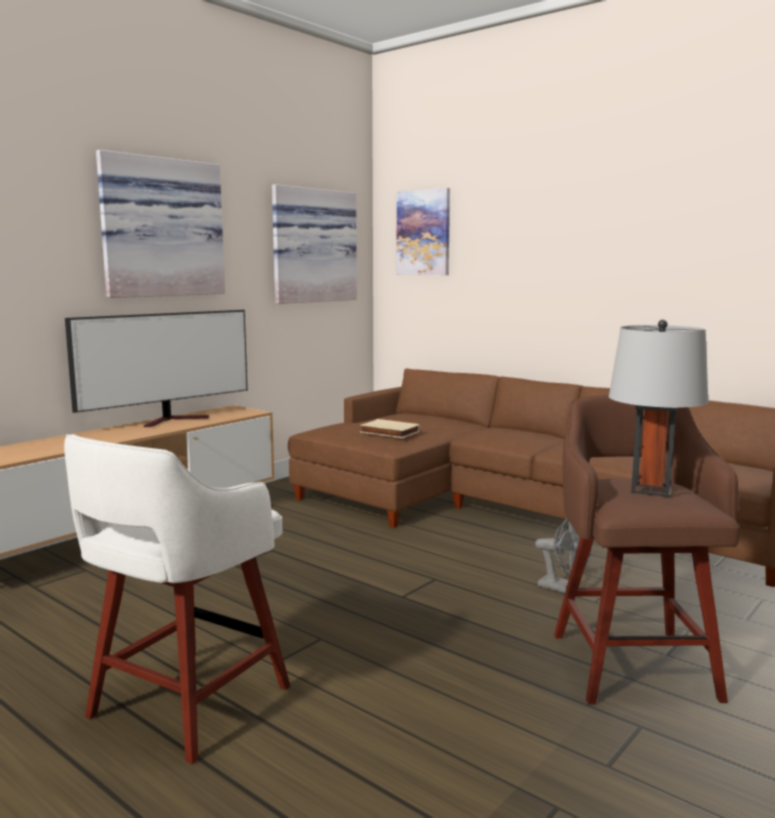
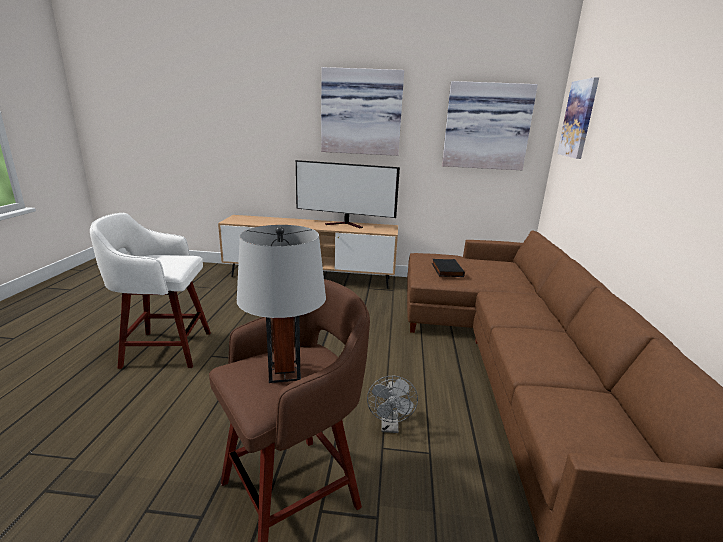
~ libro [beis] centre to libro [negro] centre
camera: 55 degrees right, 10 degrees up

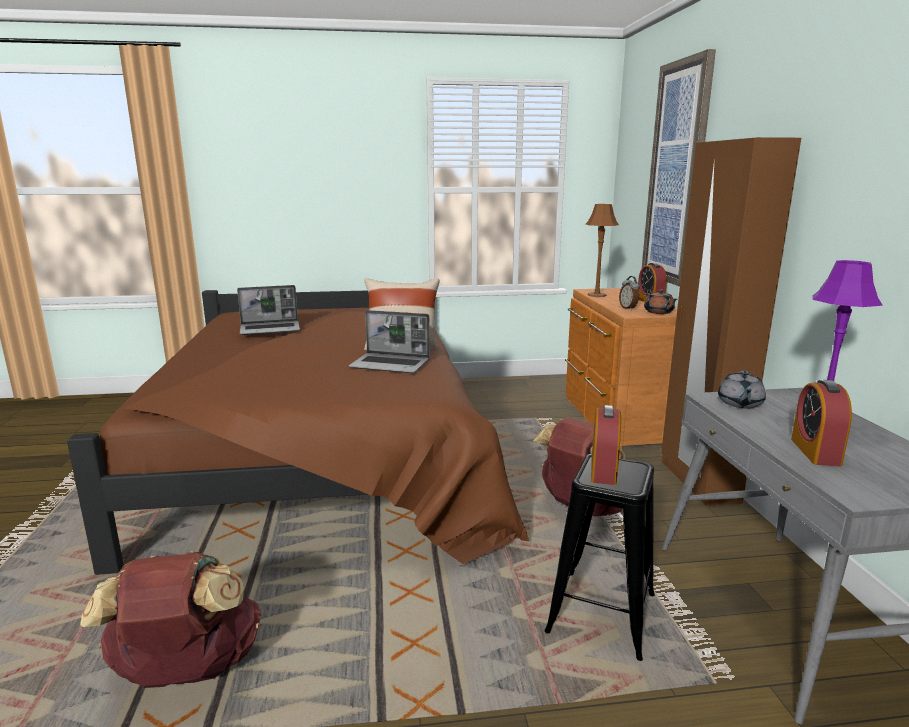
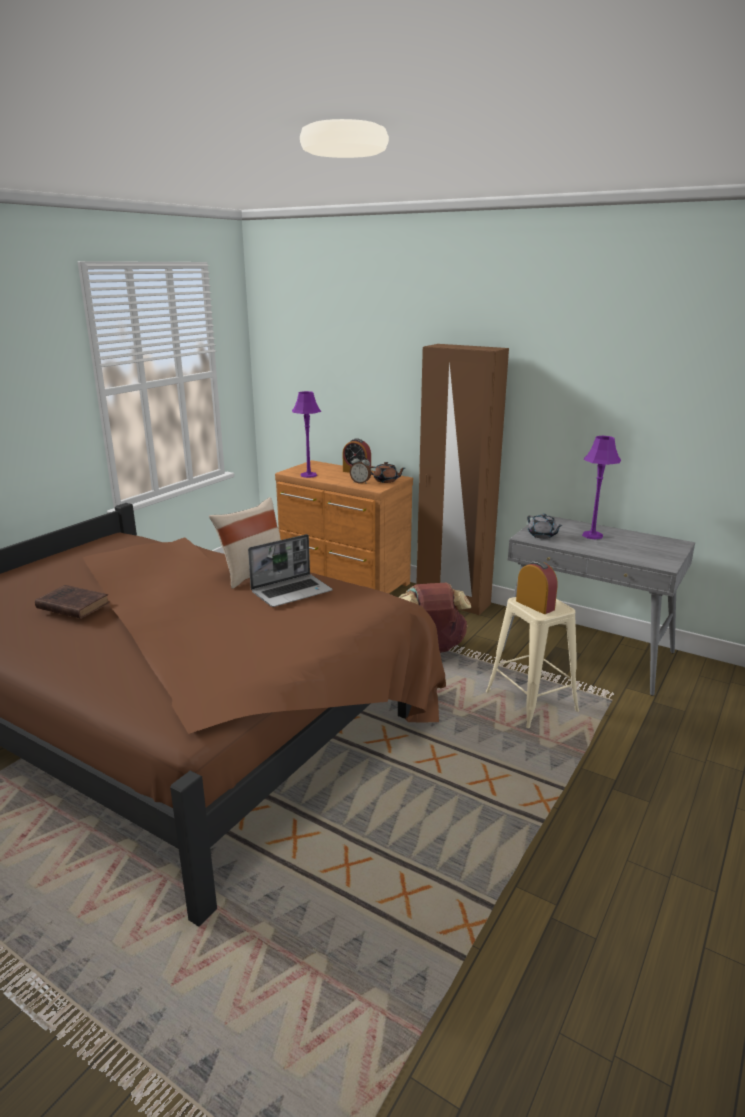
~ portátil (no. 1 from left) middle left to libro [marrón] middle left
~ lámpara de mesa [marrón] centre to lámpara de mesa [morado] (no. 1 from left) centre
~ taburete [negro] bottom centre to taburete [beis] middle right
- mochila [marrón] (no. 1 from left) bottom left
- cuadro top right
- despertador (no. 4 from left) middle right
camera: 50 degrees left, 5 degrees up

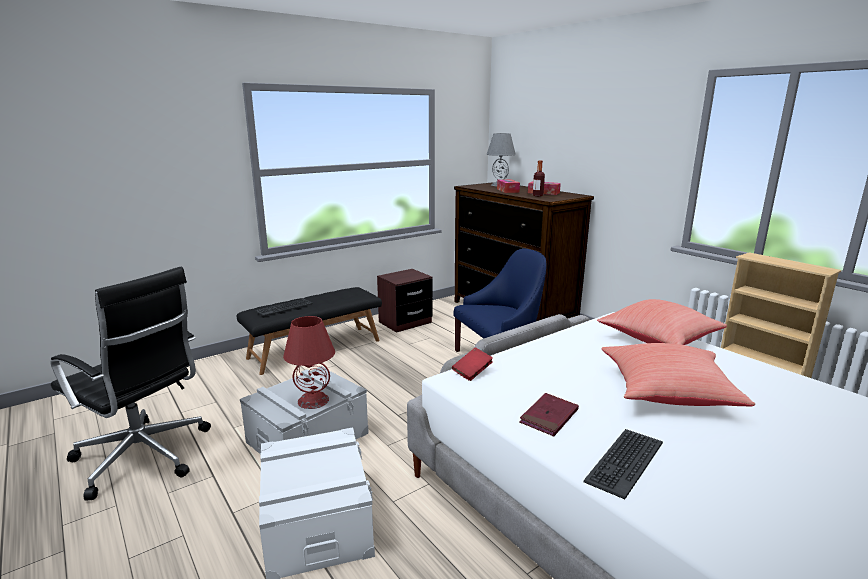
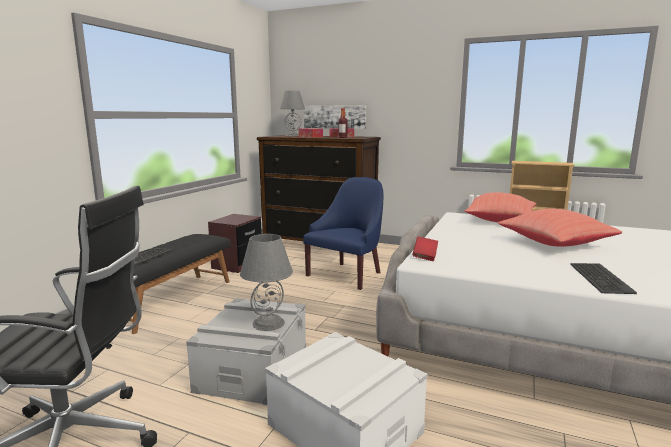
~ lámpara de mesa [rojo] centre to lámpara de mesa [gris] (no. 1 from left) centre
+ cuadro top centre
- libro [rojo] (no. 2 from left) bottom centre
camera: 30 degrees left, 5 degrees down

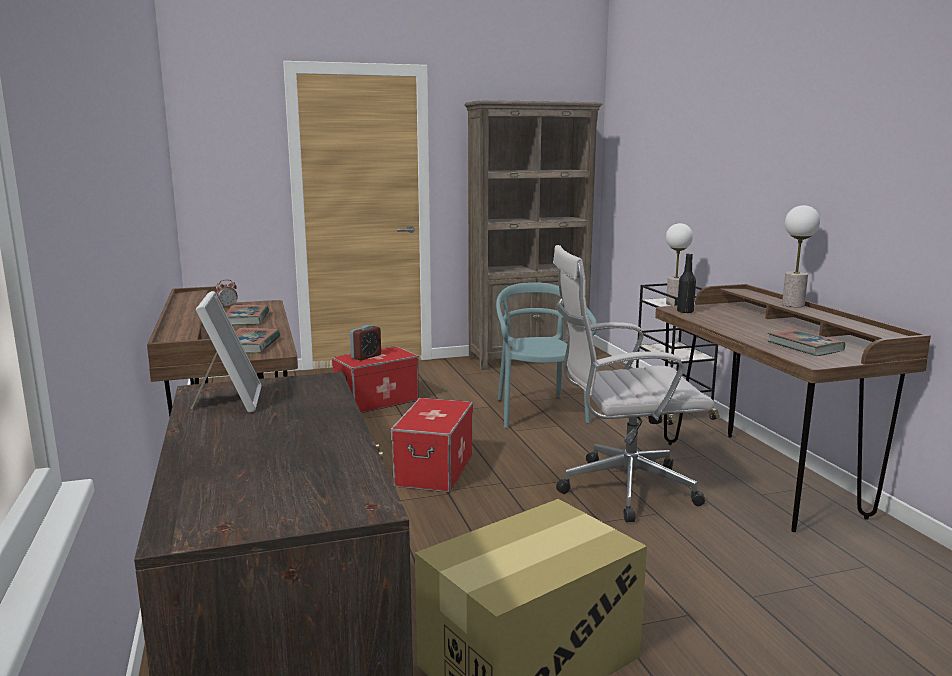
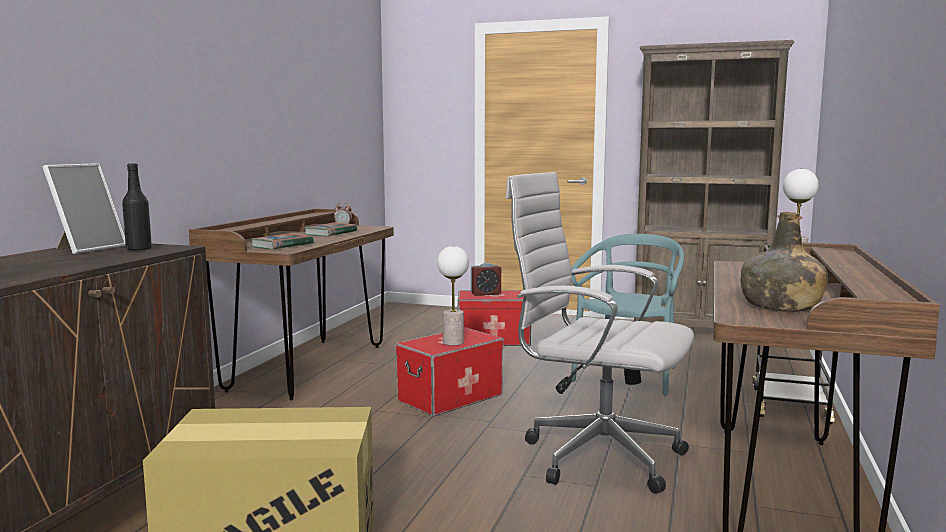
~ botella [negro] middle right to middle left
~ lámpara de mesa (no. 2 from left in the first image) middle right to lámpara de mesa (no. 1 from left) centre
~ libro (no. 3 from left) middle right to botella [verde] middle right
camera: 35 degrees right, 5 degrees down

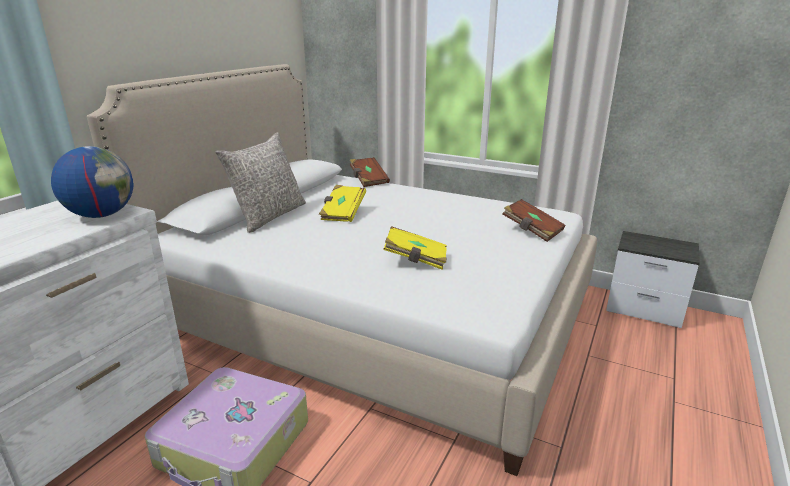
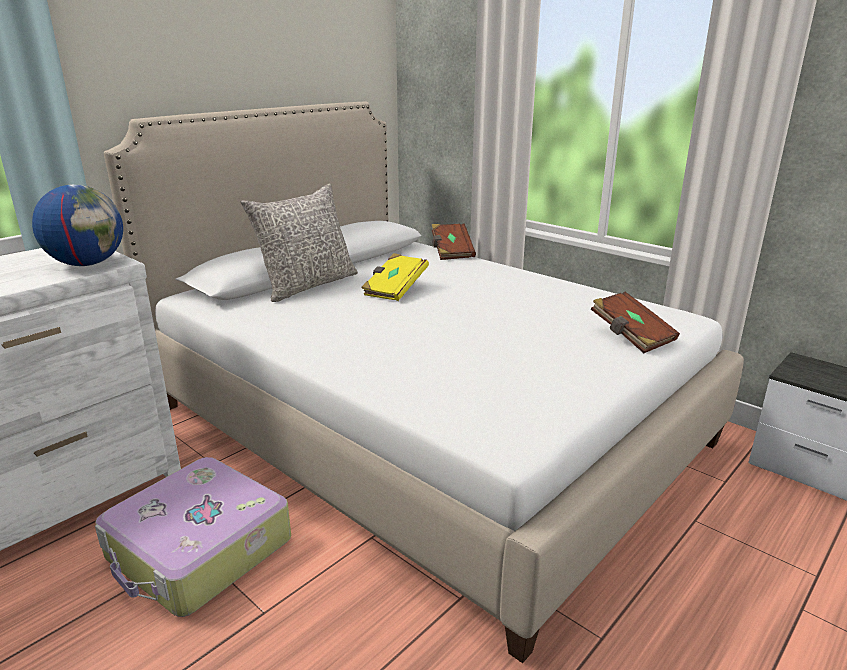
- libro [amarillo] (no. 2 from left) centre
camera: 15 degrees right, 0 degrees up

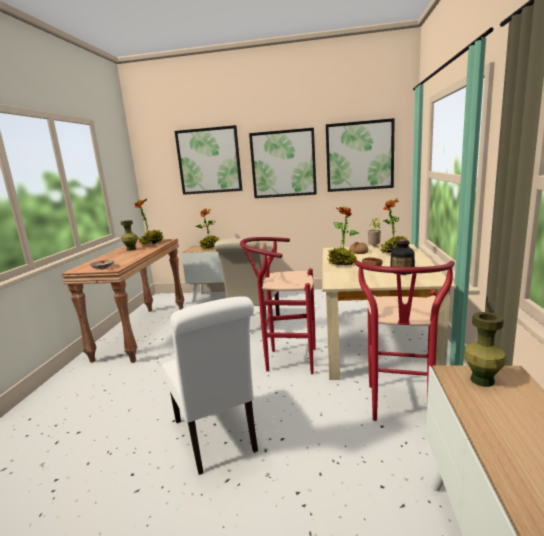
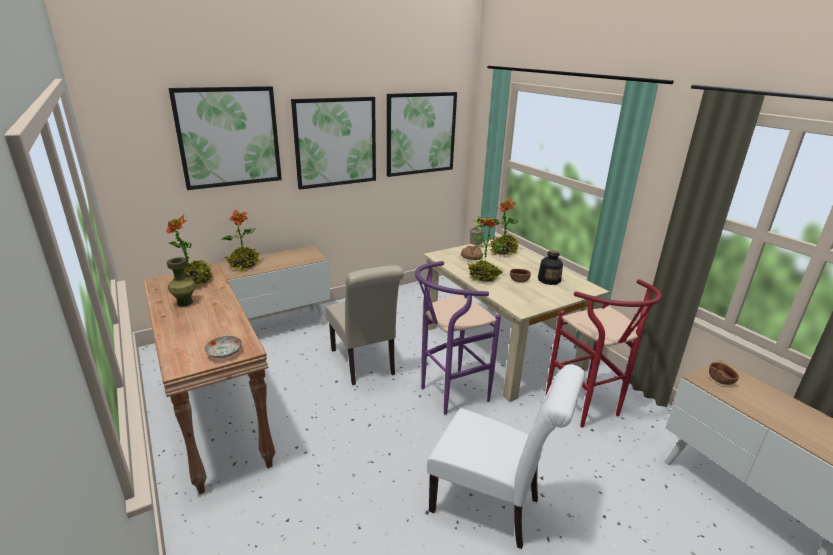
~ taburete [rojo] (no. 1 from left) centre to taburete [morado] centre
~ florero [verde] (no. 2 from left) middle right to cuenco [marrón] (no. 2 from left) bottom right
camera: 40 degrees left, 10 degrees up

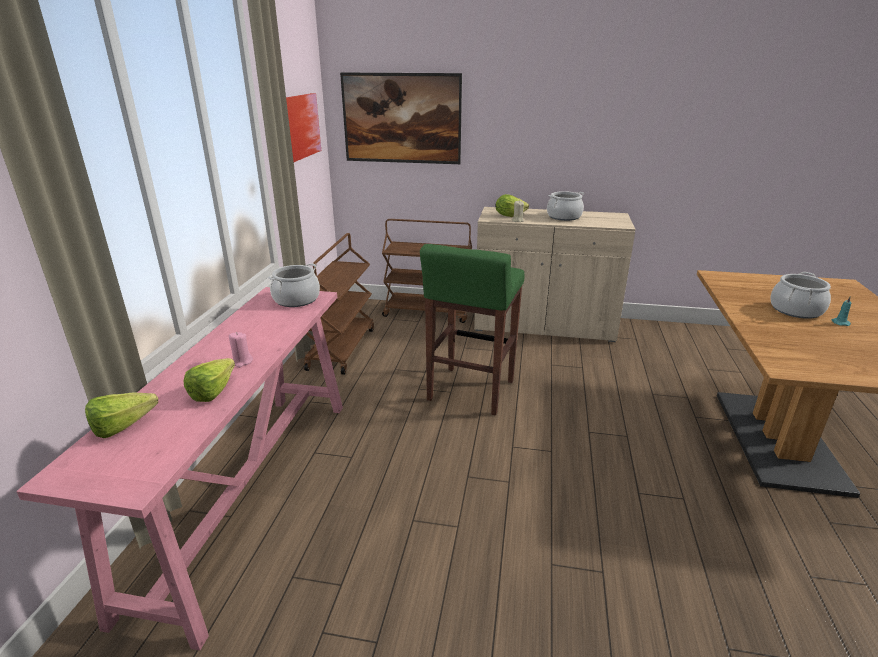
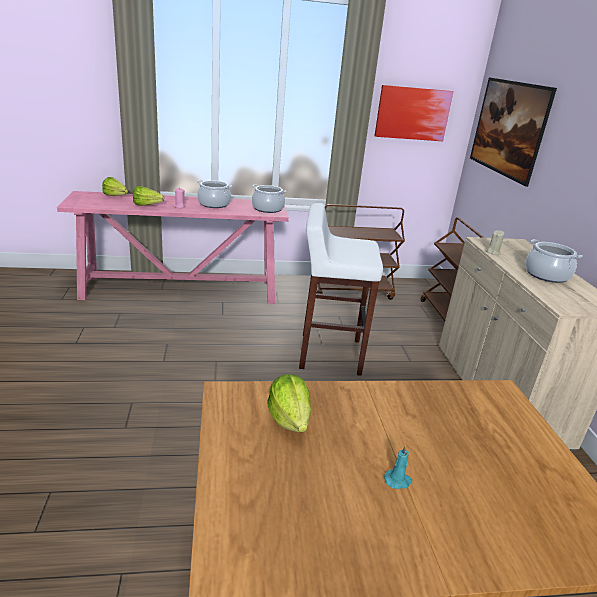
~ olla (no. 3 from left in the first image) middle right to olla (no. 1 from left) top centre
~ lechuga (no. 3 from left) top centre to bottom centre
~ taburete [verde] centre to taburete [blanco] centre
camera: 70 degrees right, 0 degrees up

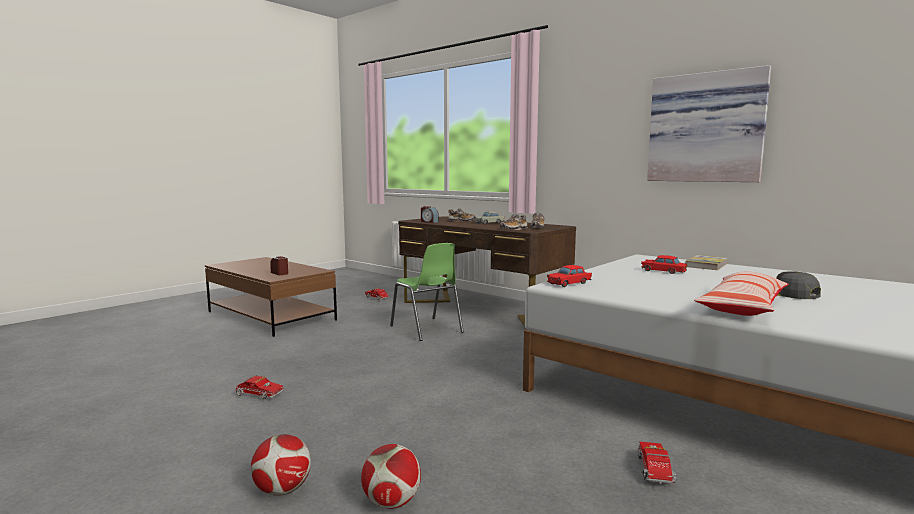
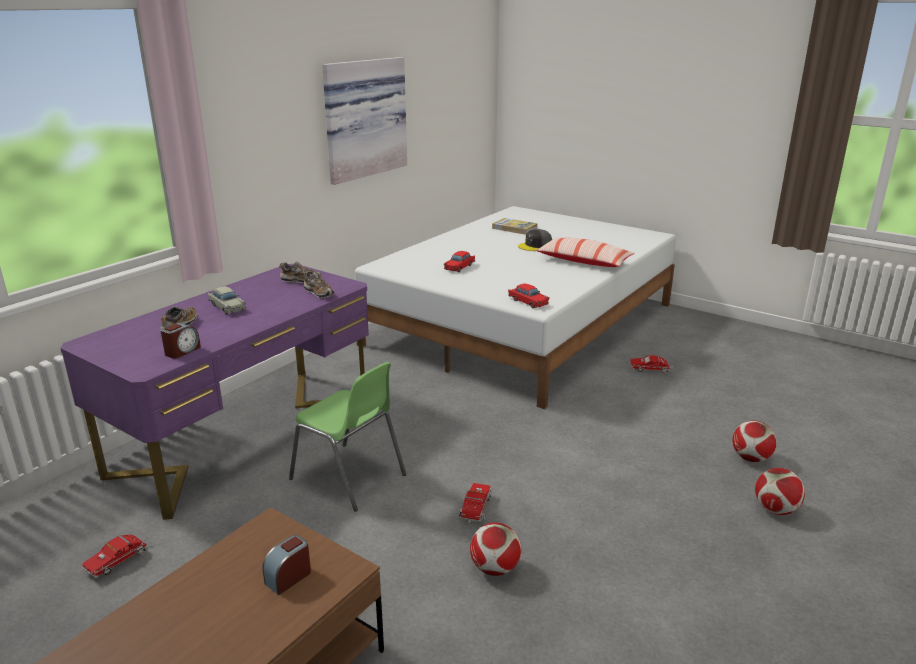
~ escritorio [marrón] centre to escritorio [morado] middle left
~ silla [verde] centre = centre 75 degrees clockwise
~ camión de juguete (no. 1 from left in the first image) bottom left to camión de juguete (no. 2 from left) bottom centre
+ balón de fútbol (no. 1 from left) bottom centre
~ libro middle right to centre
camera: 95 degrees left, 15 degrees up

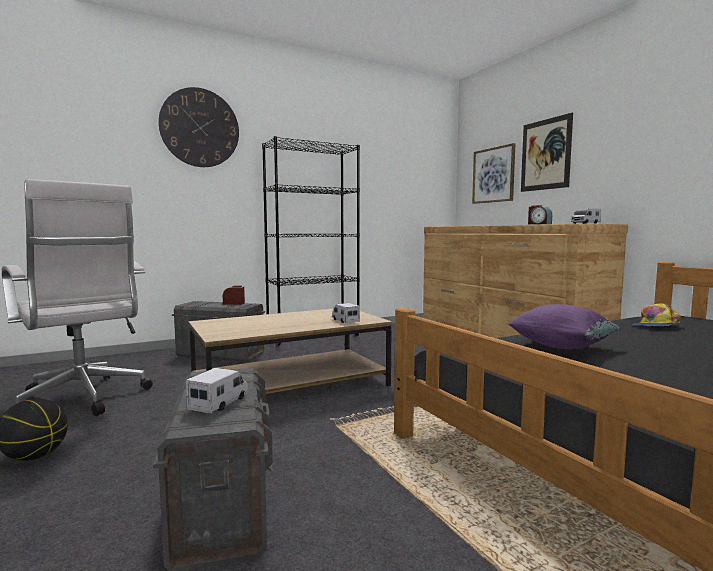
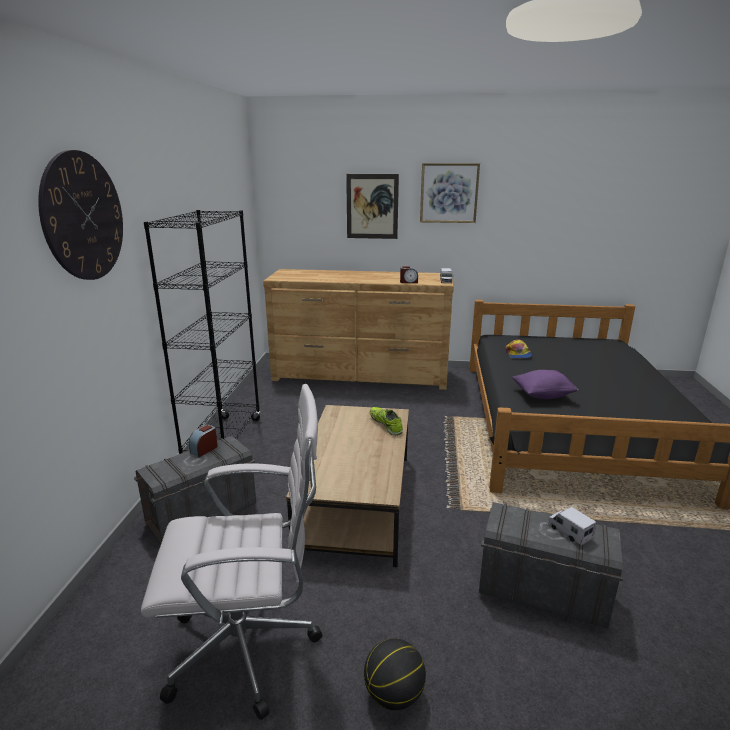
~ camión de juguete (no. 2 from left) centre to zapato centre
~ cuadro (no. 1 from left in the first image) top right to cuadro (no. 2 from left) top centre
camera: 55 degrees left, 15 degrees up

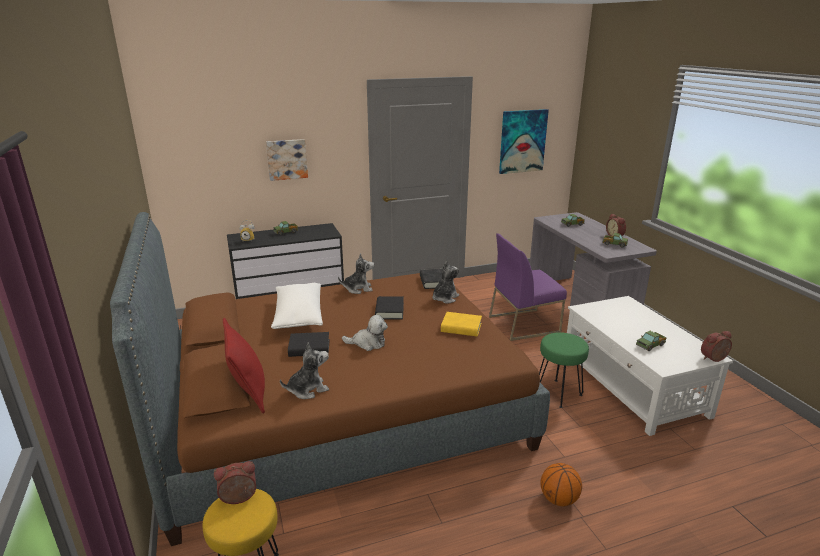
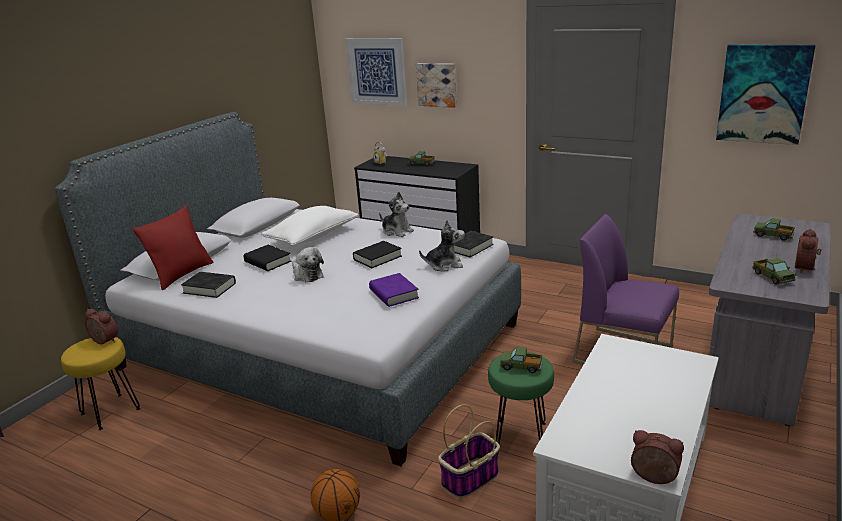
~ cama [marrón] bottom centre to cama [gris] centre
~ peluche (no. 1 from left) centre to libro [negro] (no. 1 from left) middle left
+ cuadro (no. 1 from left) top centre
~ libro [amarillo] centre to libro [morado] centre
+ cesta bottom centre
~ camión de juguete (no. 4 from left in the first image) middle right to camión de juguete (no. 2 from left) bottom centre
camera: 50 degrees right, 0 degrees up

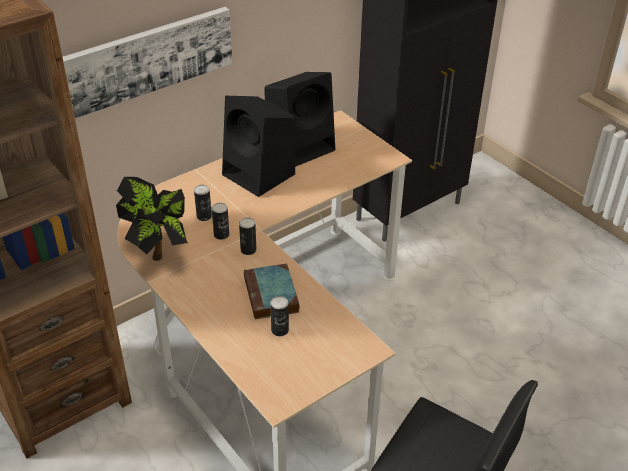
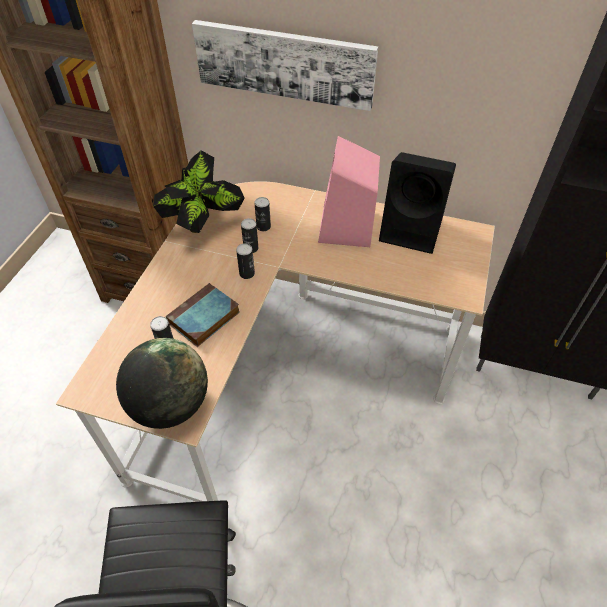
+ globo terráqueo middle left
~ altavoz [negro] (no. 1 from left) top centre to altavoz [rosa] top centre
camera: 55 degrees right, 10 degrees up

